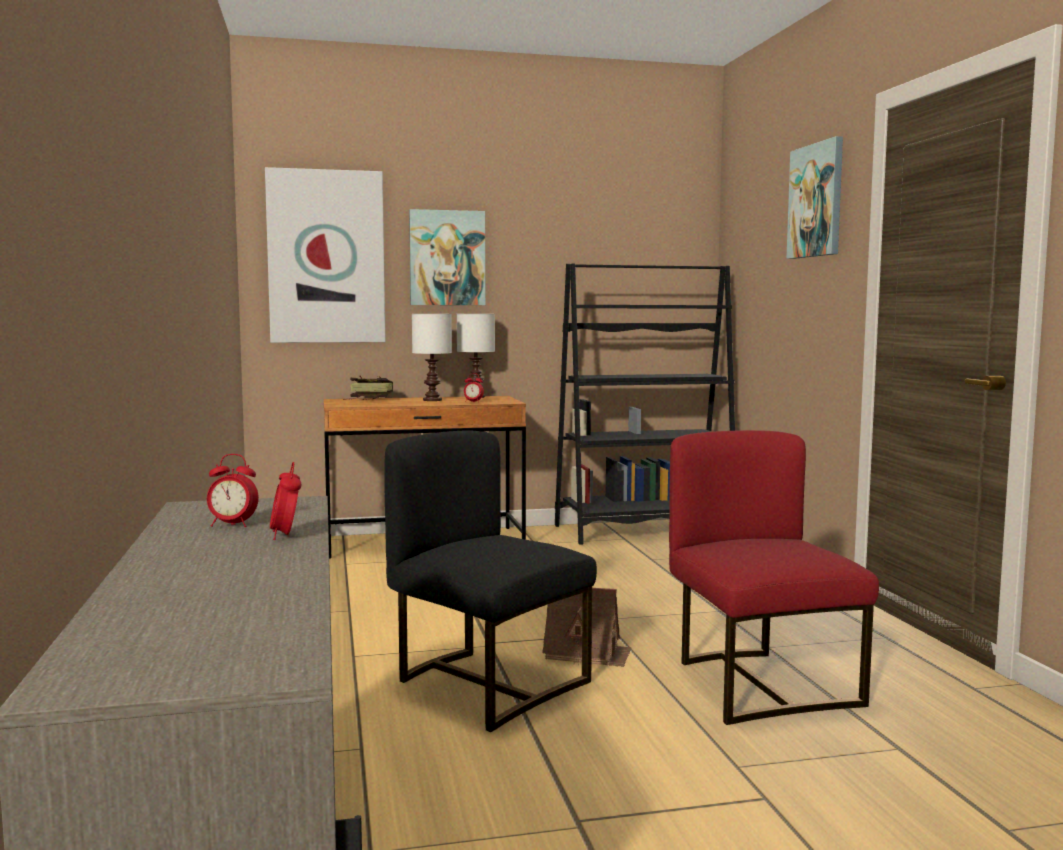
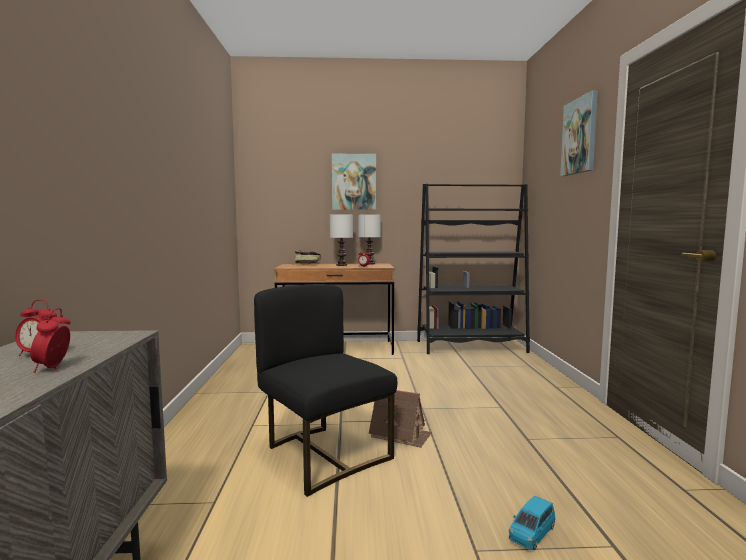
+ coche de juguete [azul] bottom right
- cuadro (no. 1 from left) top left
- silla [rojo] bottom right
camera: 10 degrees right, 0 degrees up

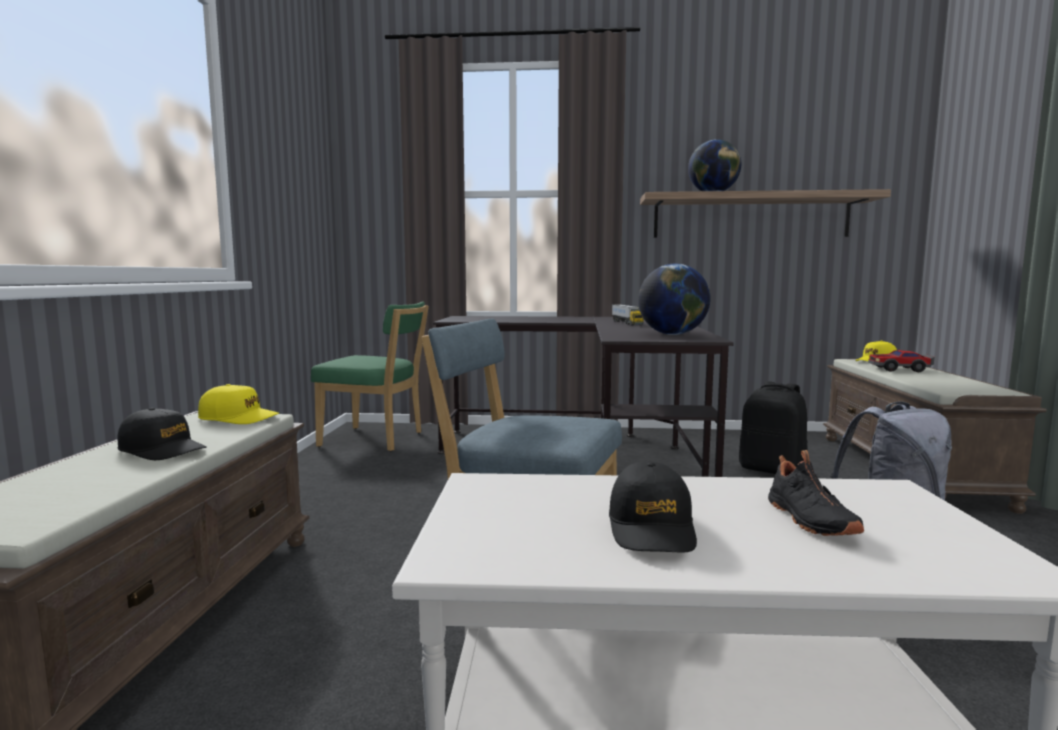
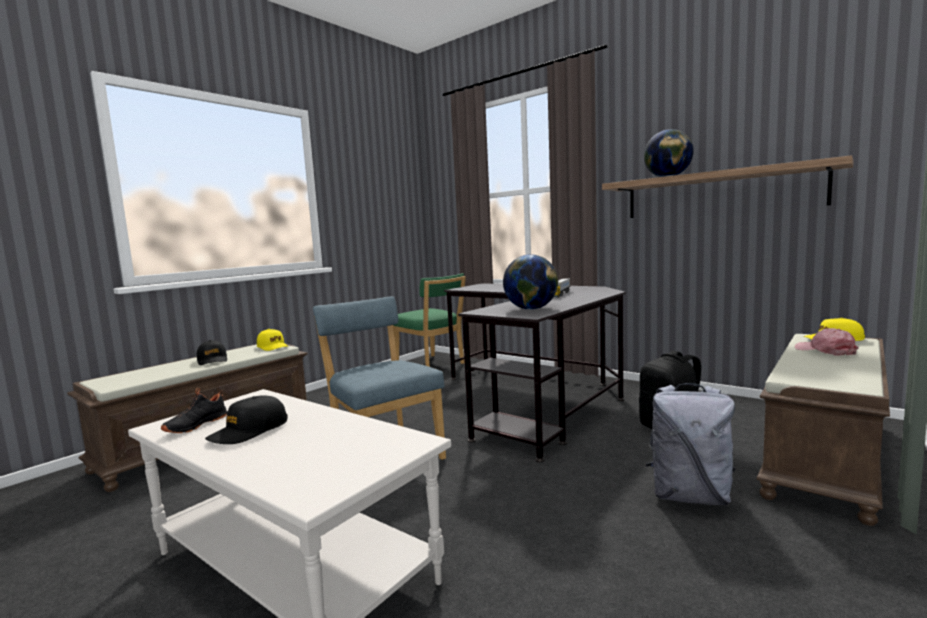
~ zapato [negro] bottom right to middle left
~ coche de juguete middle right to gorra [rosa] middle right
camera: 35 degrees right, 0 degrees up

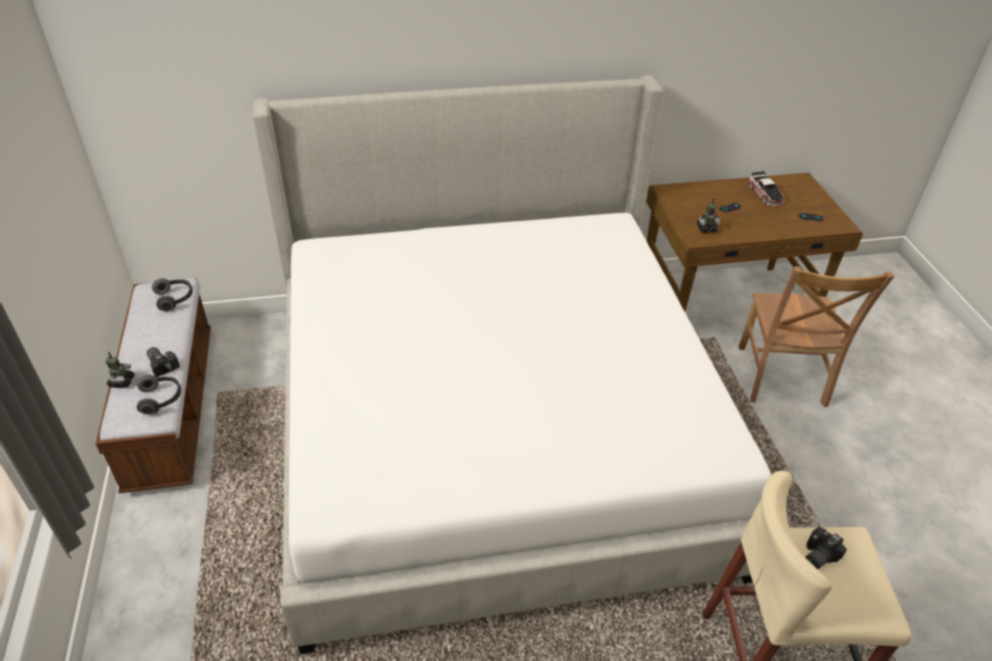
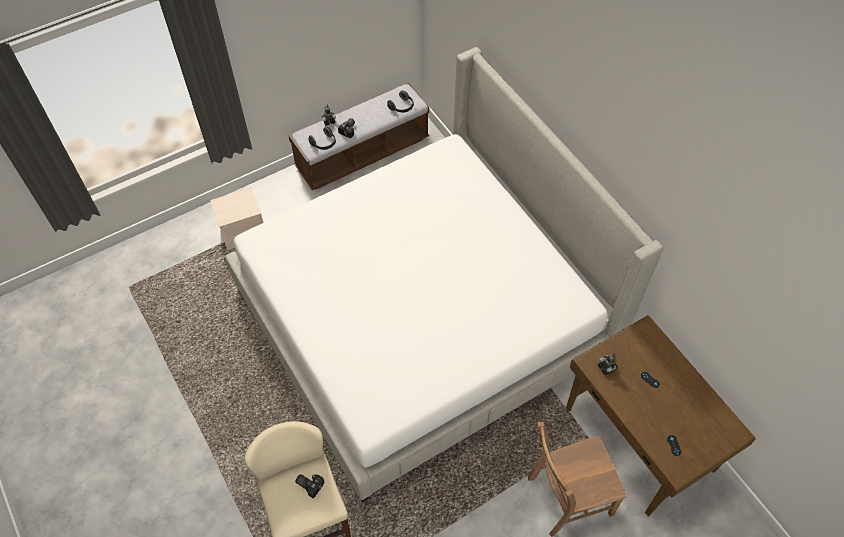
+ caja de almacenaje [beis] middle left
- coche de juguete top right
camera: 70 degrees right, 15 degrees up

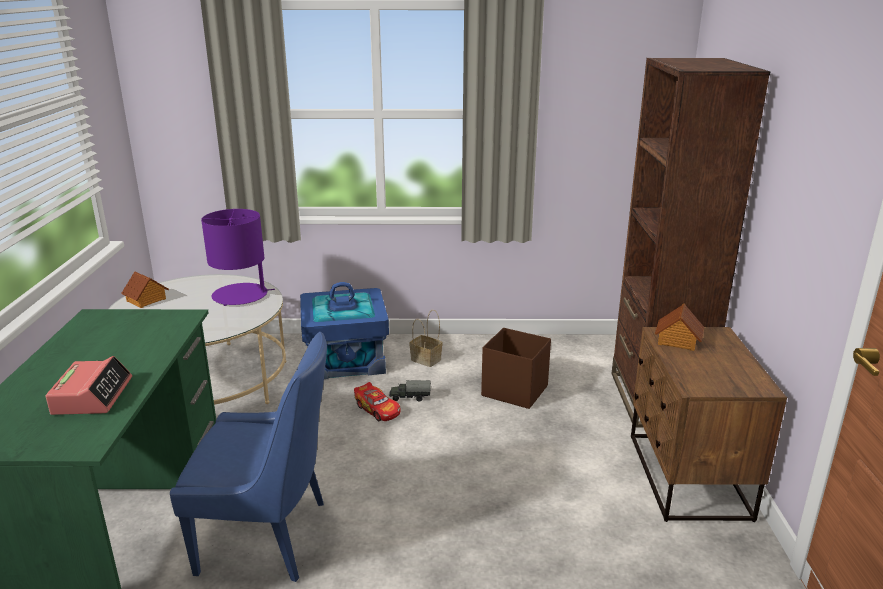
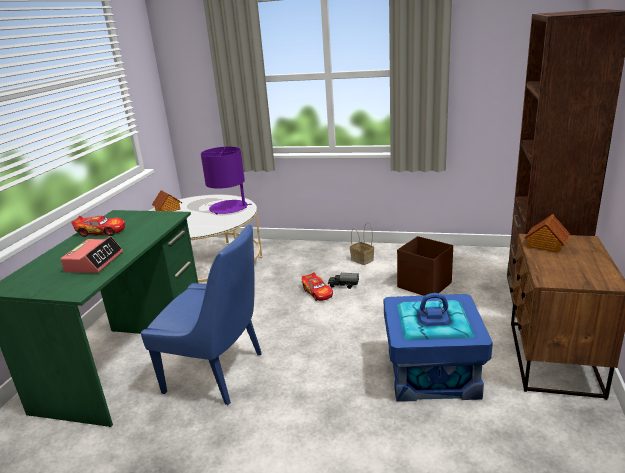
+ coche de juguete (no. 1 from left) middle left
~ caja de almacenaje [azul] centre to bottom right
camera: 15 degrees right, 0 degrees up

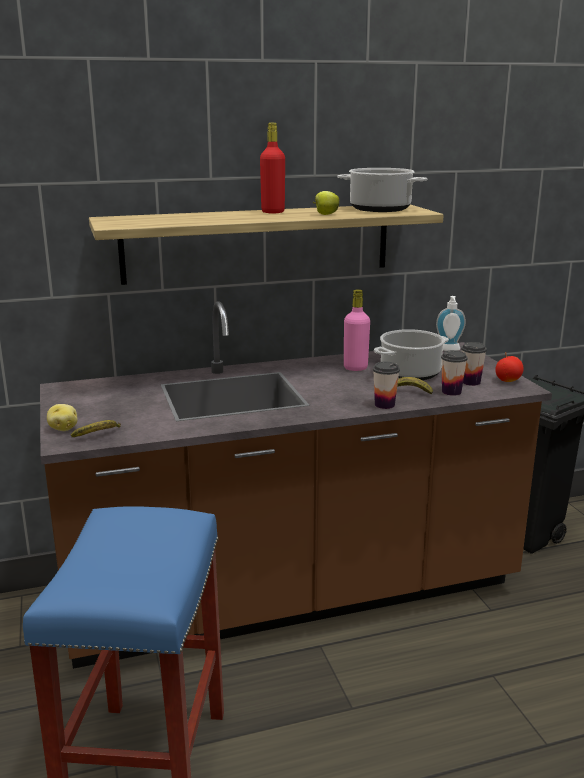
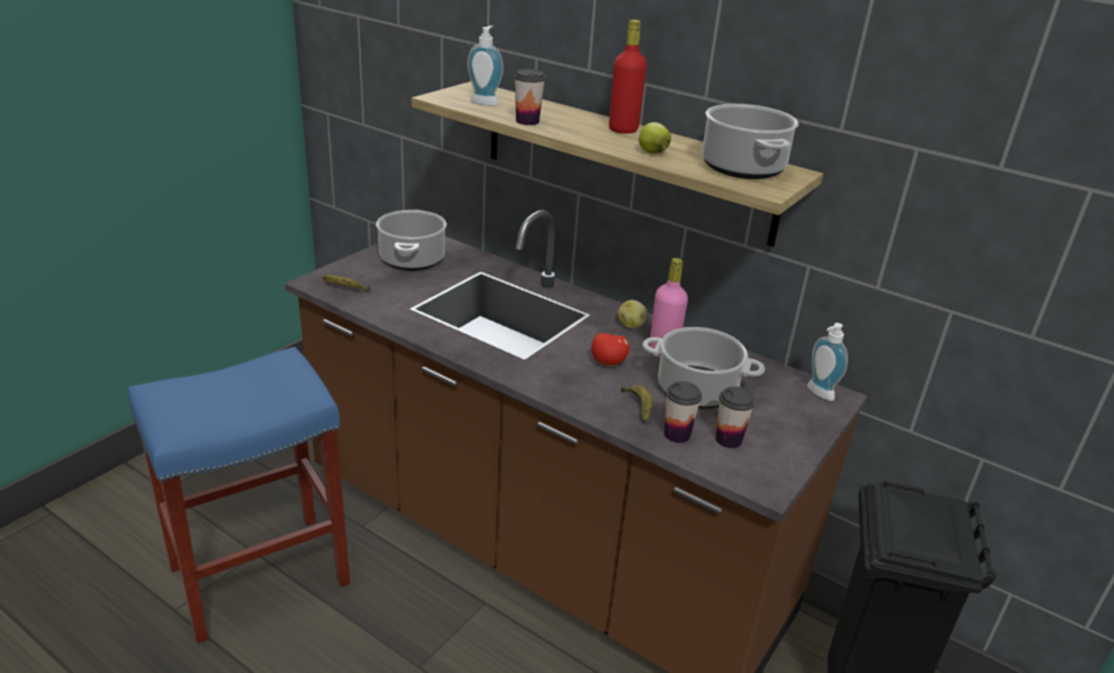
+ olla (no. 1 from left) centre
+ dispensador de jabón (no. 1 from left) top centre
~ taza (no. 1 from left) centre to top centre
~ manzana (no. 2 from left in the first image) middle right to manzana (no. 1 from left) centre
~ patata middle left to centre
camera: 50 degrees right, 10 degrees up

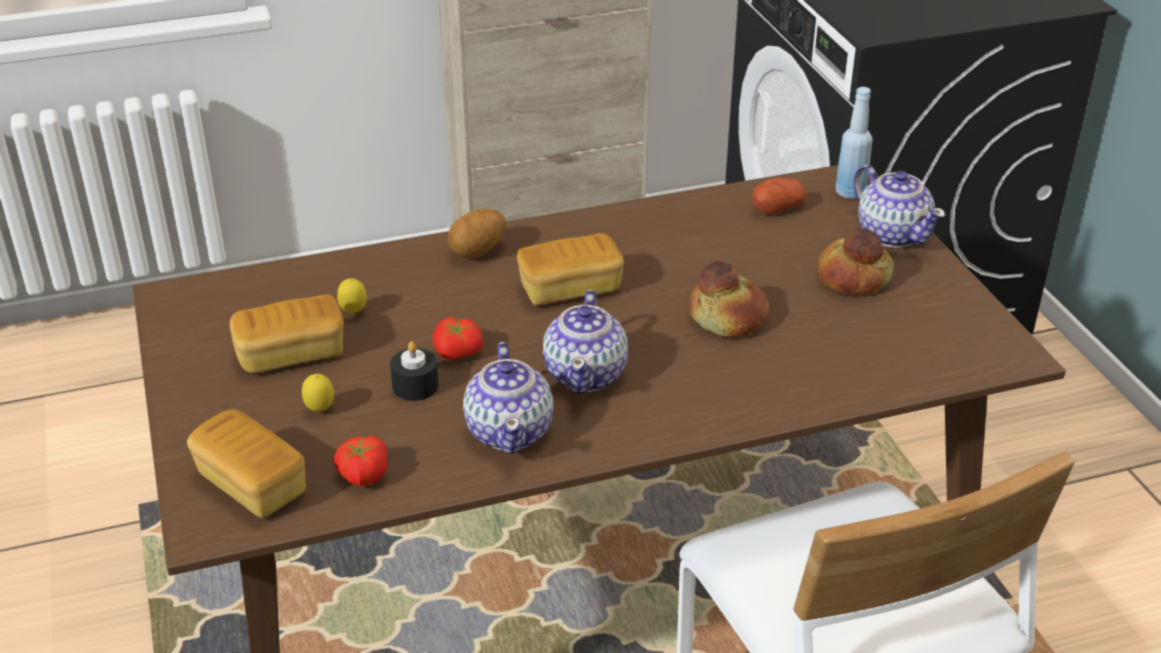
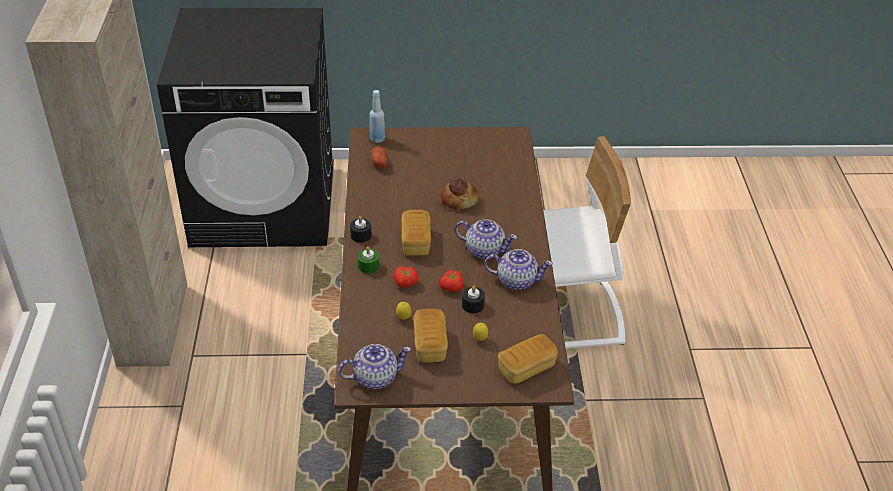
~ tetera (no. 3 from left in the first image) top right to tetera (no. 1 from left) bottom centre
+ vela [negro] (no. 1 from left) centre
~ patata (no. 1 from left) centre to vela [verde] centre
~ tomate (no. 1 from left) bottom left to centre
- pan (no. 5 from left) middle right
camera: 75 degrees left, 5 degrees up

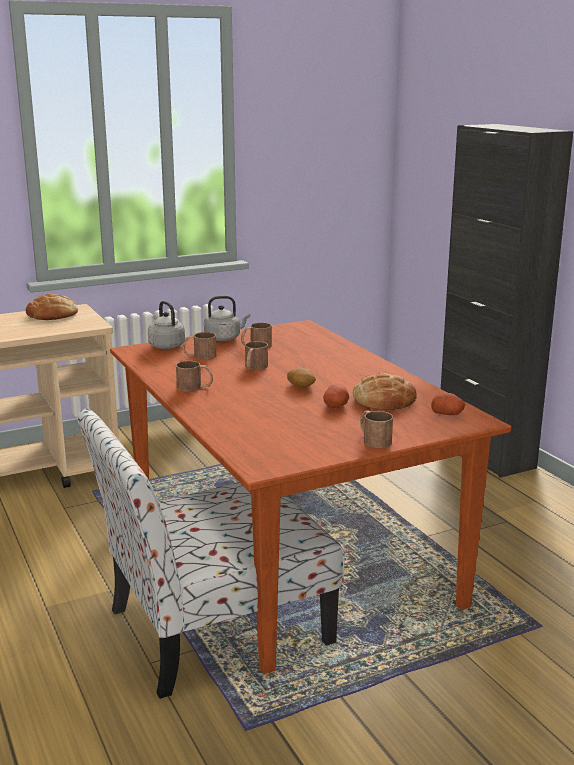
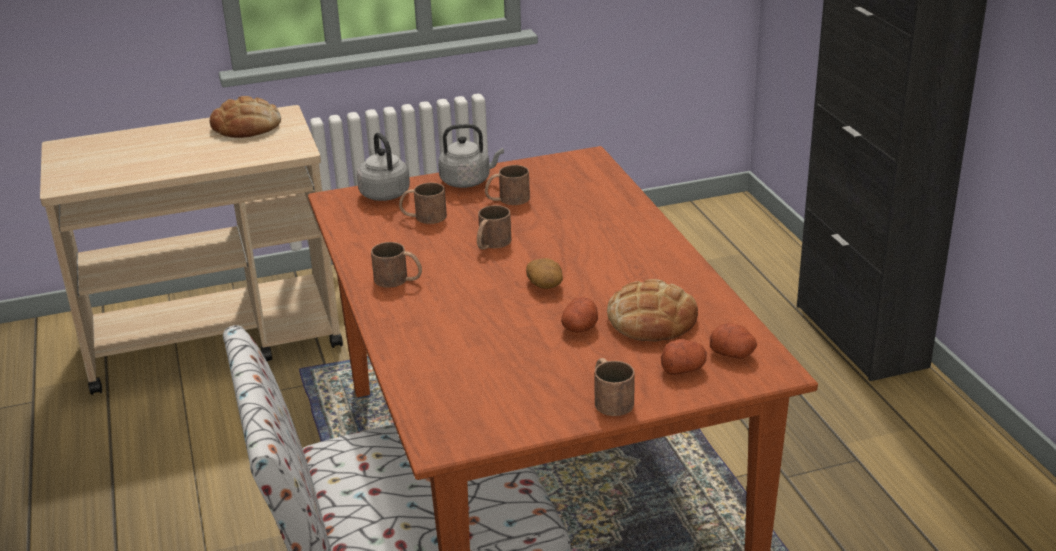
+ patata (no. 3 from left) centre
camera: 10 degrees right, 10 degrees up

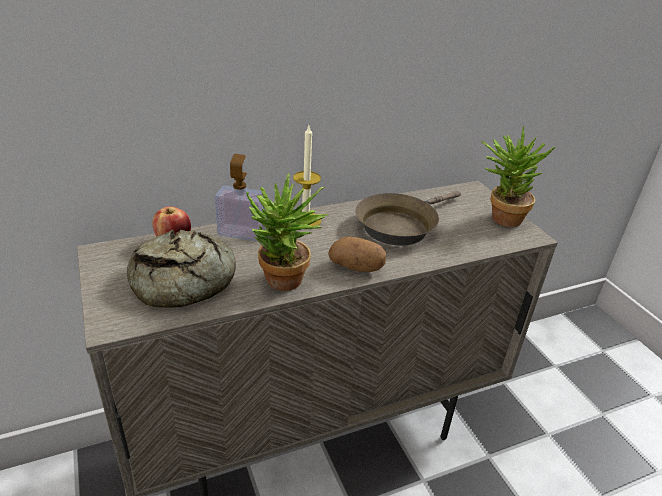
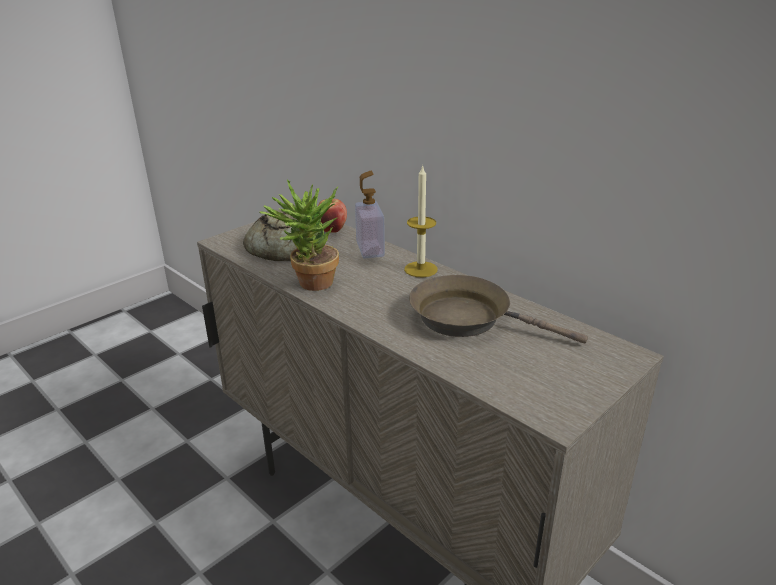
- patata centre
- planta en maceta (no. 2 from left) middle right
camera: 70 degrees right, 5 degrees down

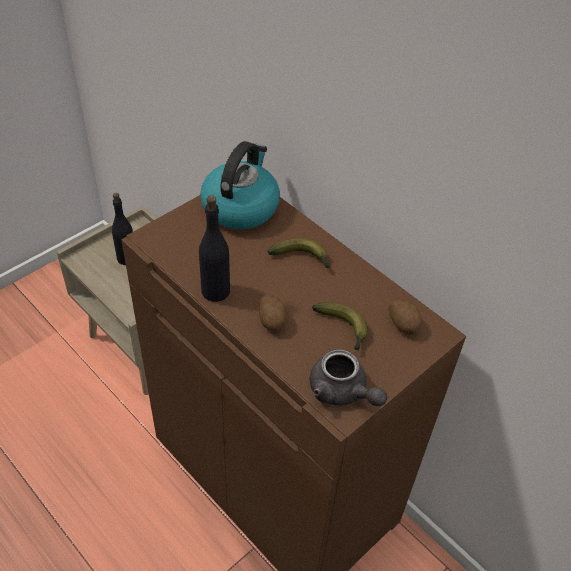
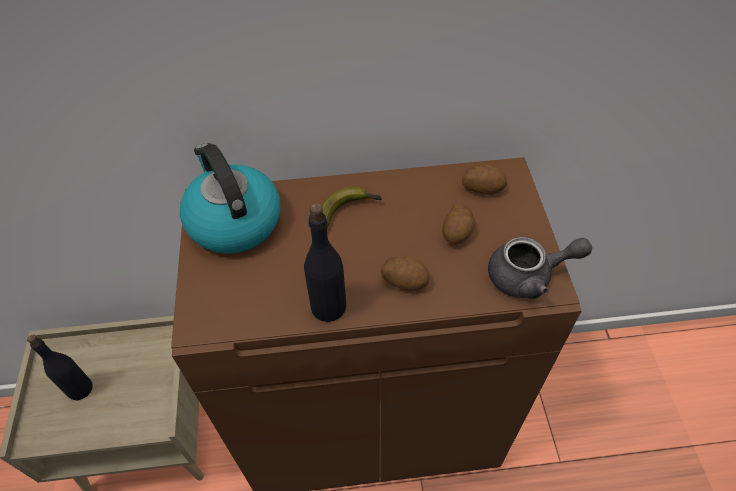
~ plátano (no. 2 from left) centre to patata (no. 2 from left) centre
camera: 50 degrees left, 5 degrees up

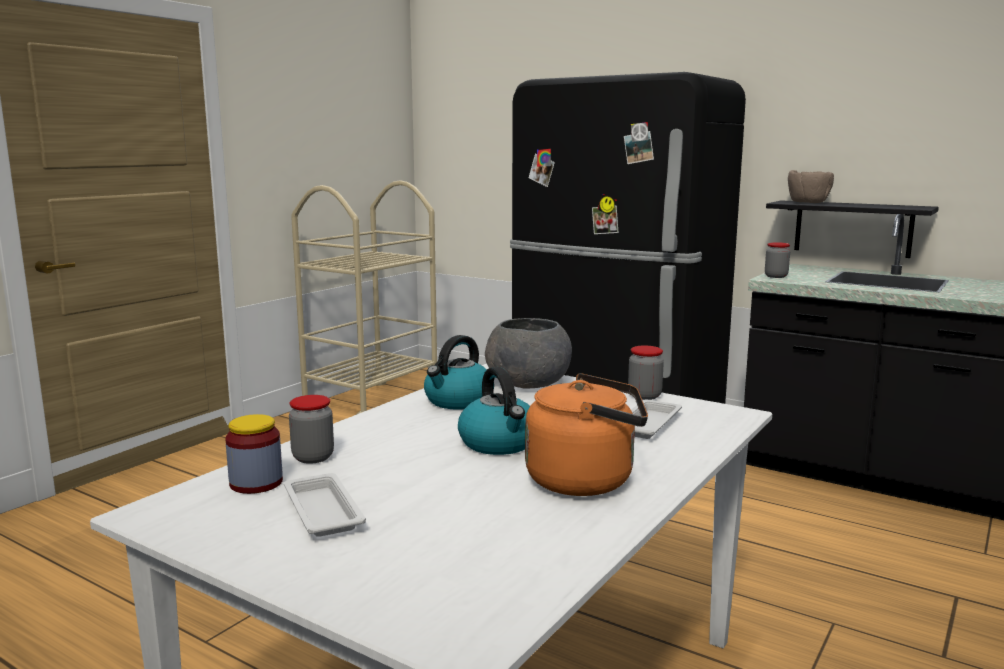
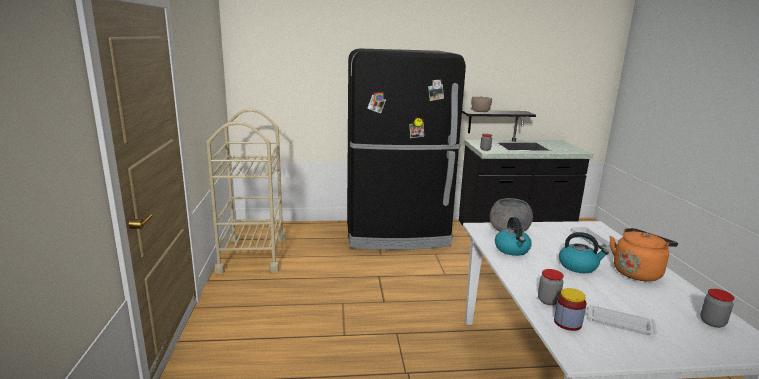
~ tarro (no. 3 from left in the first image) centre to tarro (no. 4 from left) bottom right
camera: 40 degrees left, 5 degrees up

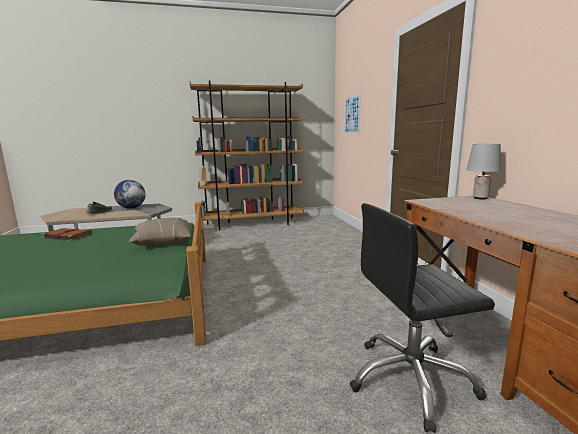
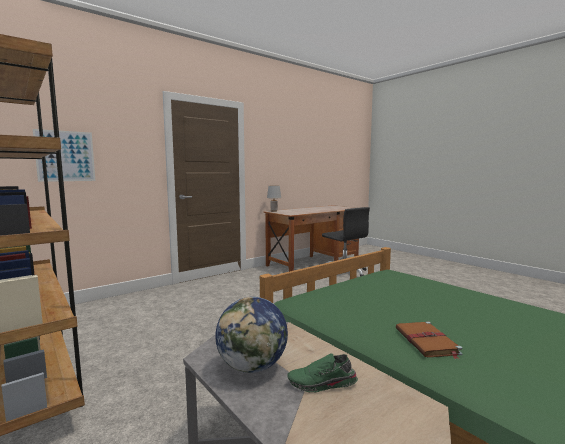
- cojín [beis] middle left
camera: 115 degrees left, 5 degrees down

